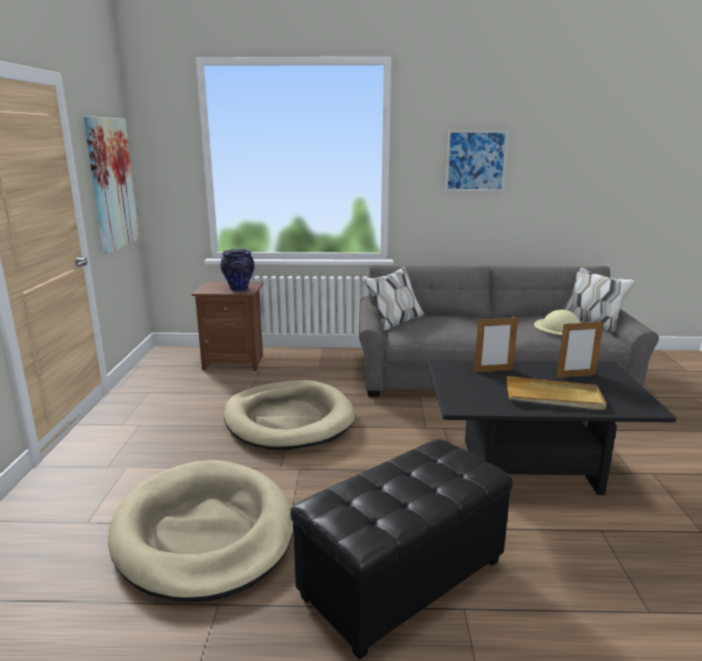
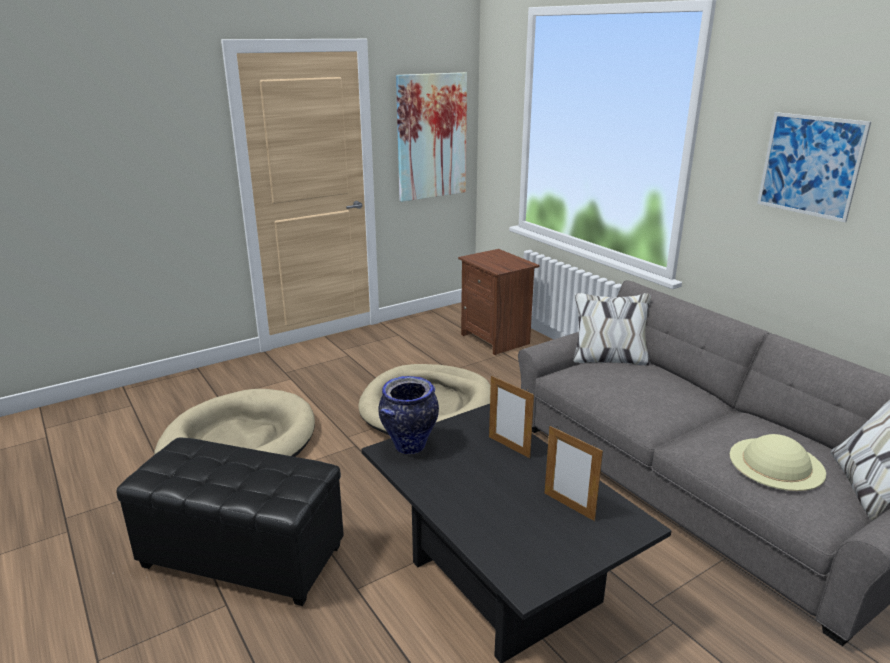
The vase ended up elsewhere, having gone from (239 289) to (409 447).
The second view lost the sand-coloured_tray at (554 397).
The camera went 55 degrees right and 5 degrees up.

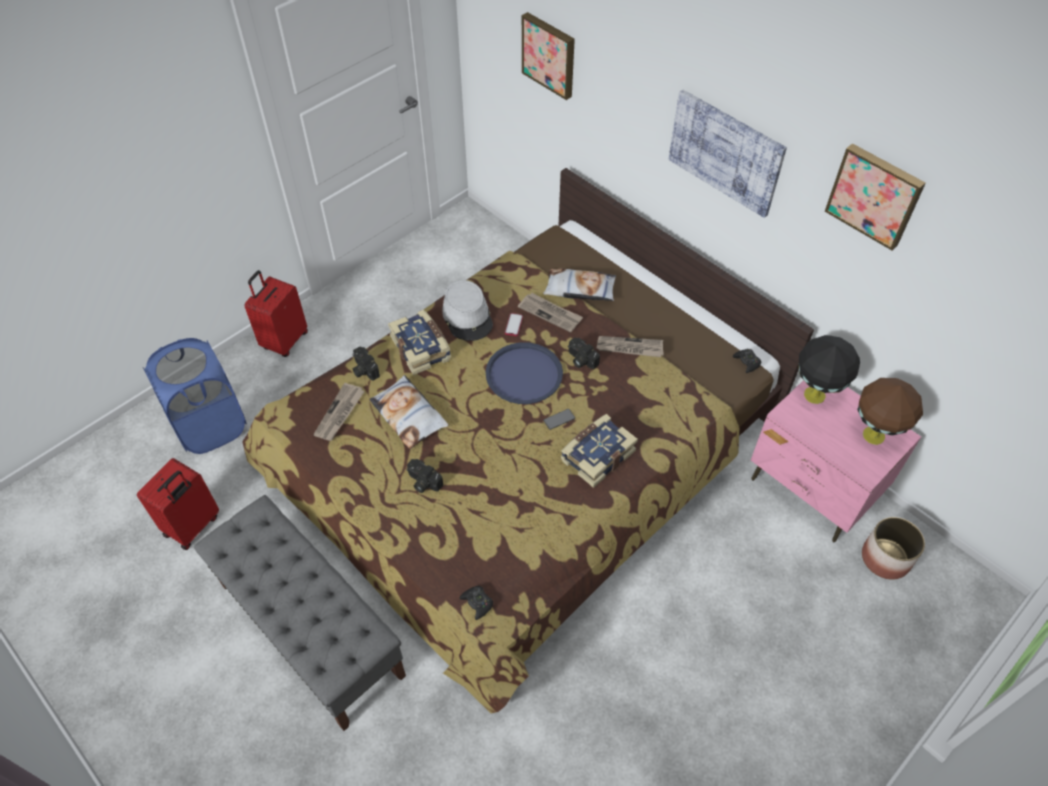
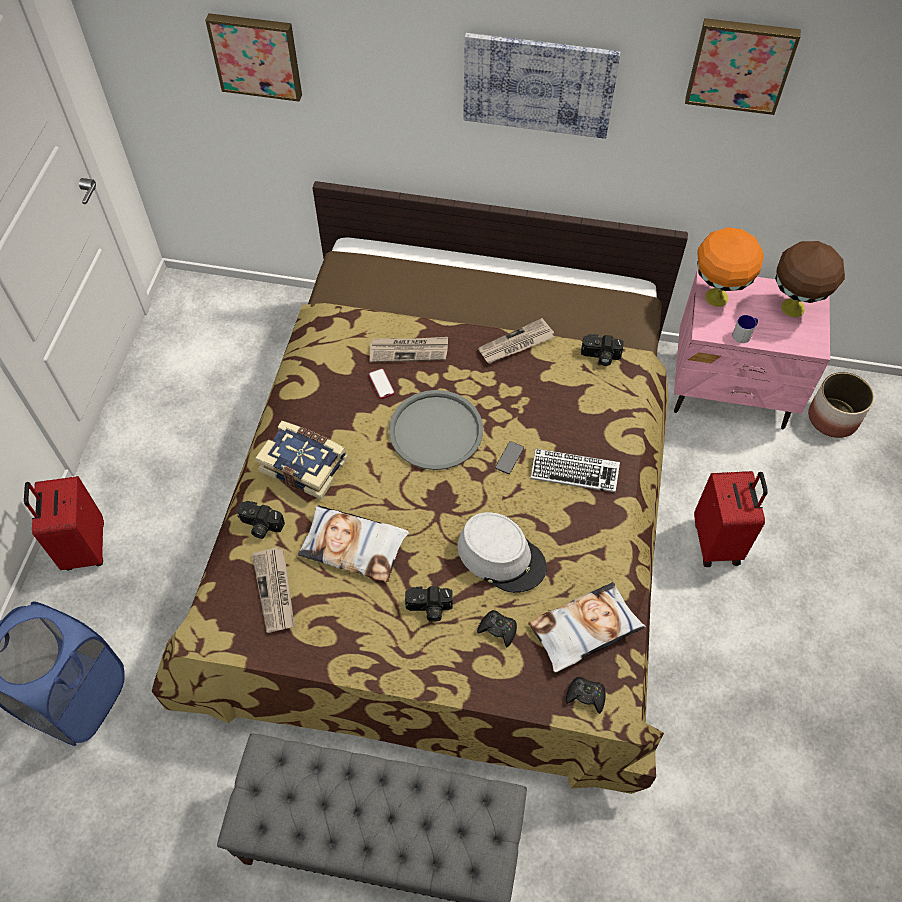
The red-coloured_travel_case ended up elsewhere, having gone from (193 526) to (718 542).
The grey_clothing_hat ended up elsewhere, having gone from (468 317) to (501 556).
What was the bluish_tray at (524 374) turned into the grey_tray at (435 431).
The cushion ended up elsewhere, having gone from (579 289) to (585 630).
Where the book stood at (596 455), the PC_keyboard came to stand at (574 473).
The still_camera ended up elsewhere, having gone from (580 360) to (600 356).
The black_gamepad ended up elsewhere, having gone from (747 362) to (498 629).
What was the black_lamp_for_a_table at (815 394) turned into the orangey_lamp_for_a_table at (716 296).
The second view gained the mug at (744 334).
The camera went 35 degrees left and 5 degrees up.

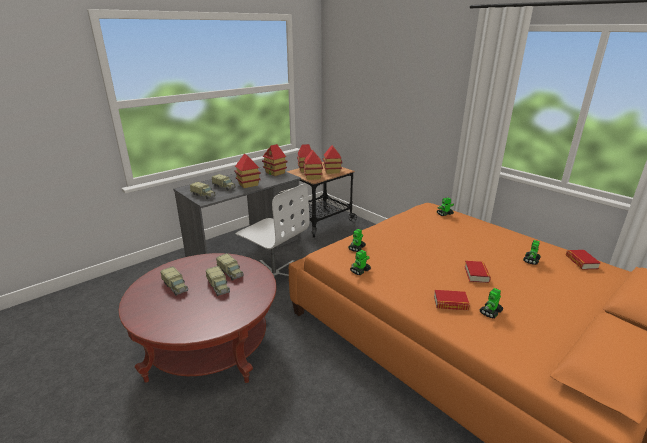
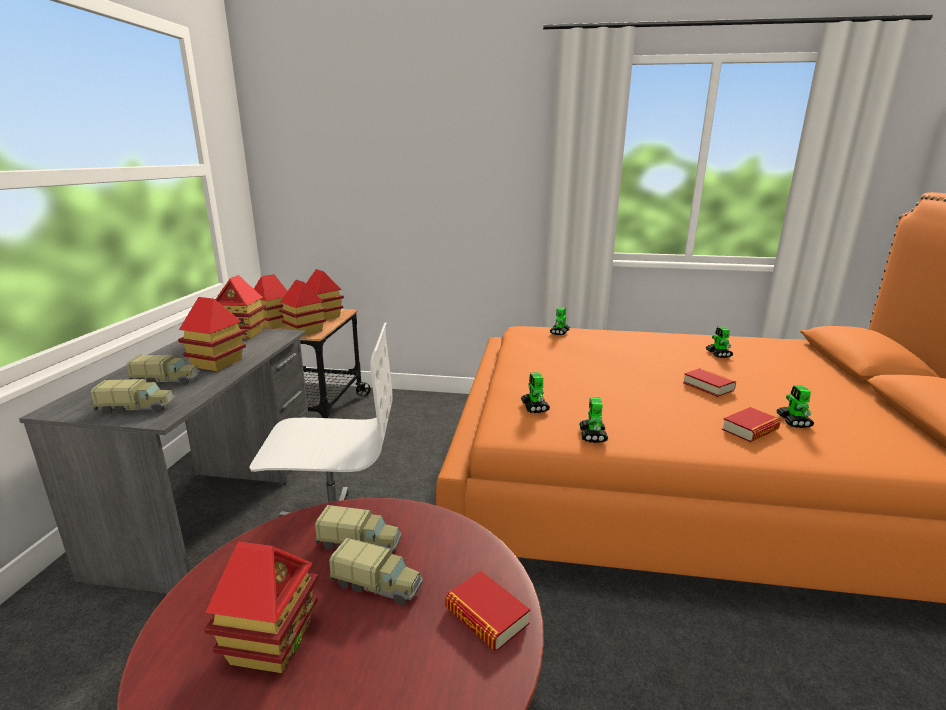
Where the toy_truck stood at (176 287), the toy_house came to stand at (271 642).
The book ended up elsewhere, having gone from (581 262) to (486 616).
The camera went 40 degrees left and 5 degrees down.

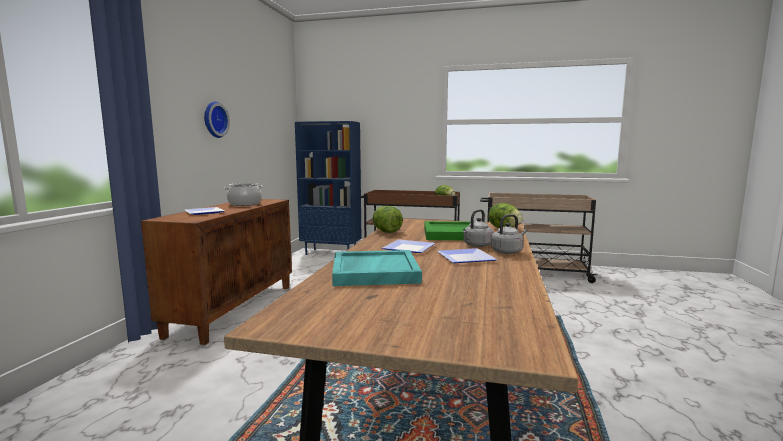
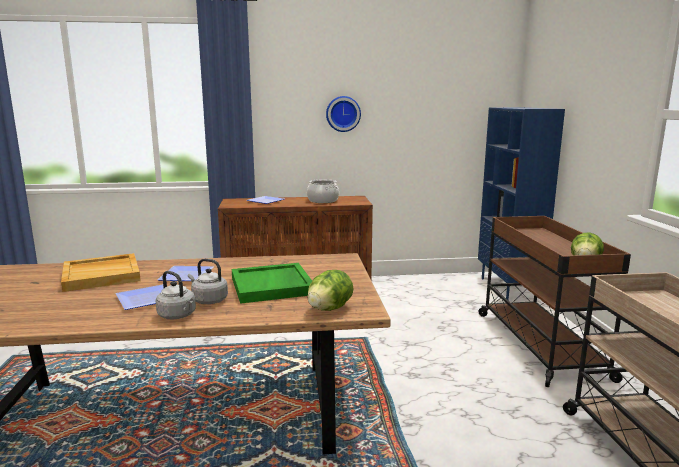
What was the blue-green_tray at (374 271) turned into the sand-coloured_tray at (102 275).
The second view lost the head_of_lettuce at (386 232).
The camera went 70 degrees right and 5 degrees up.

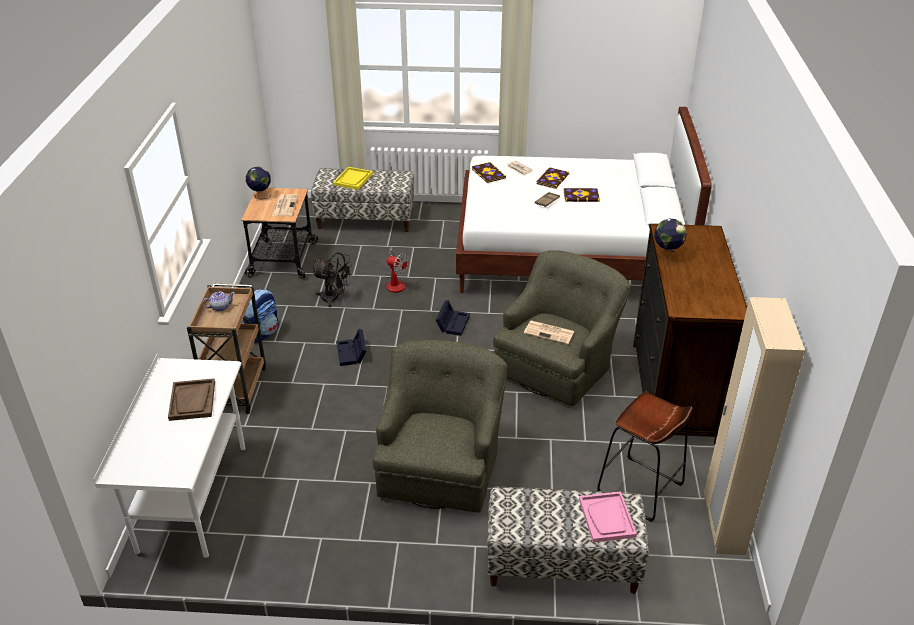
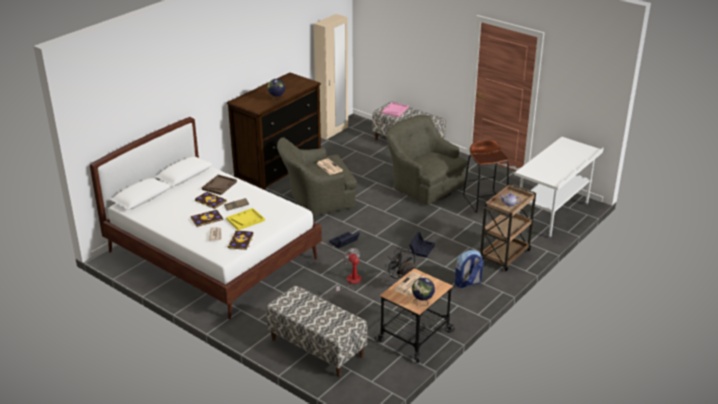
The brown-coloured_tray ended up elsewhere, having gone from (192 401) to (219 185).
The yellowish_tray ended up elsewhere, having gone from (353 179) to (245 220).
The green-coloured_lounge_chair at (440 465) ended up facing another way, 90 degrees clockwise from before.
The brown-coloured_sitting_stool ended up elsewhere, having gone from (640 489) to (485 201).
The camera went 145 degrees left and 5 degrees down.

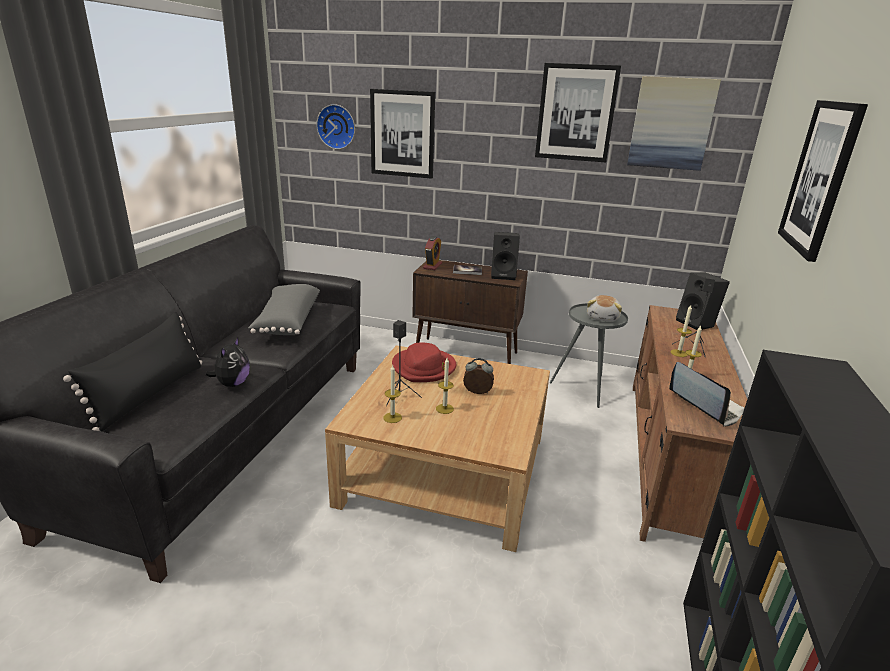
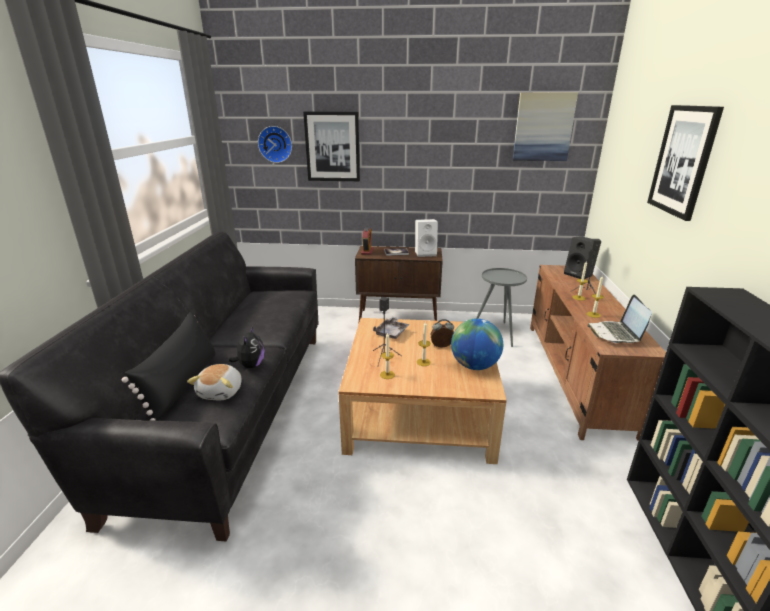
The second view lost the grey_cushion at (287 321).
Where the red-coloured_clothing_hat stood at (424 368), the grey_tray came to stand at (392 332).
What was the black_loudspeaker at (504 275) turned into the white_loudspeaker at (426 253).
The second view lost the wall_art at (576 113).
The plush_toy ended up elsewhere, having gone from (603 317) to (221 392).
The laptop at (704 405) ended up facing another way, 135 degrees counterclockwise from before.
The second view gained the globe at (474 366).
The camera went 10 degrees left and 0 degrees up.

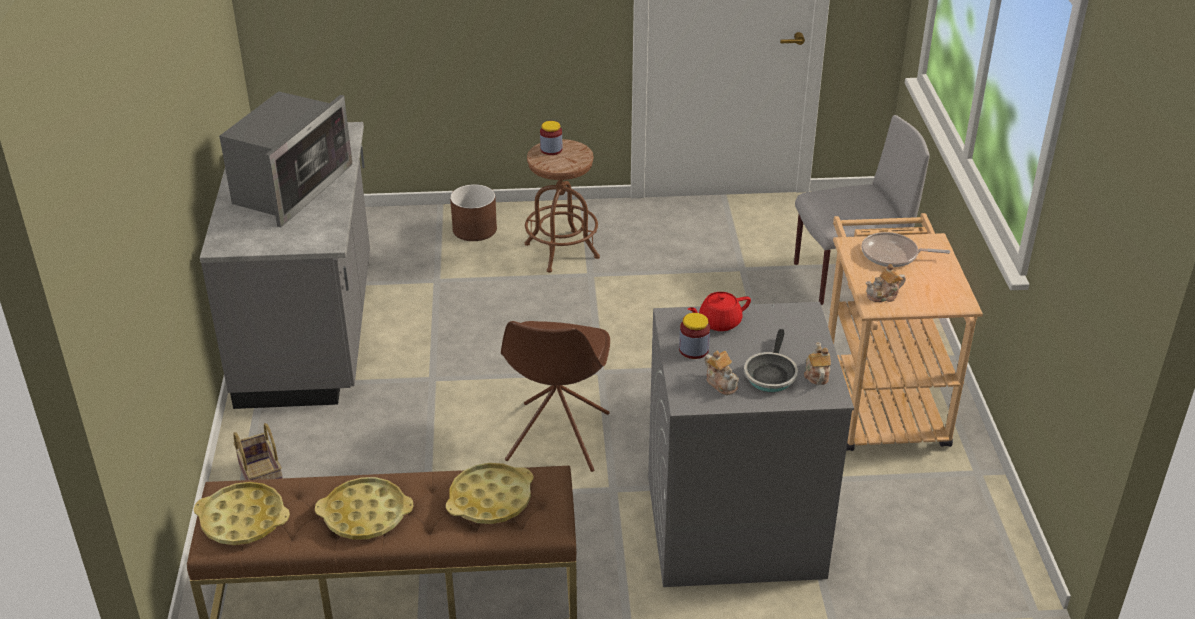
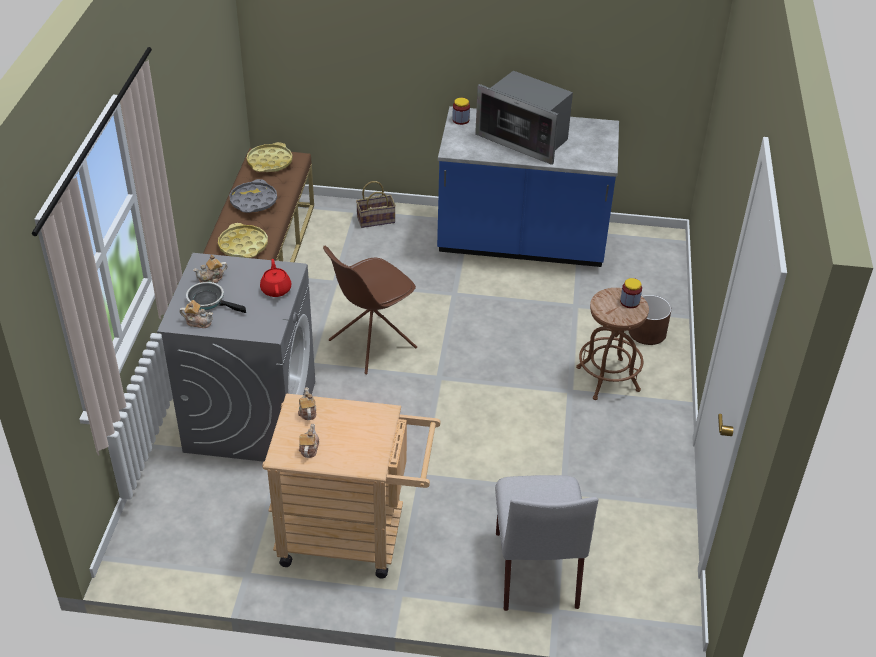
What was the grey_kitchen_counter at (310 332) turned into the bluish_kitchen_counter at (521 243).
What was the yellowish_tray at (365 515) turned into the grey_tray at (253 201).
The brown-coloured_chair at (557 438) ended up facing another way, 60 degrees counterclockwise from before.
The preserve_jar ended up elsewhere, having gone from (694 350) to (460 120).
The second view lost the pan at (893 255).
The second view gained the tea_pot at (309 448).
The camera went 100 degrees right and 5 degrees up.

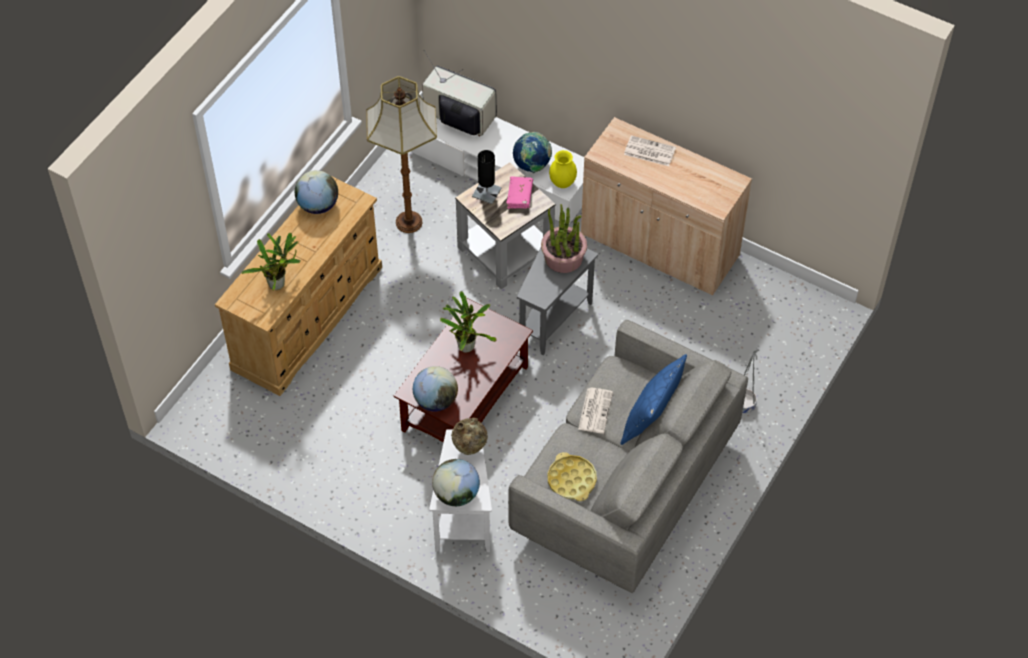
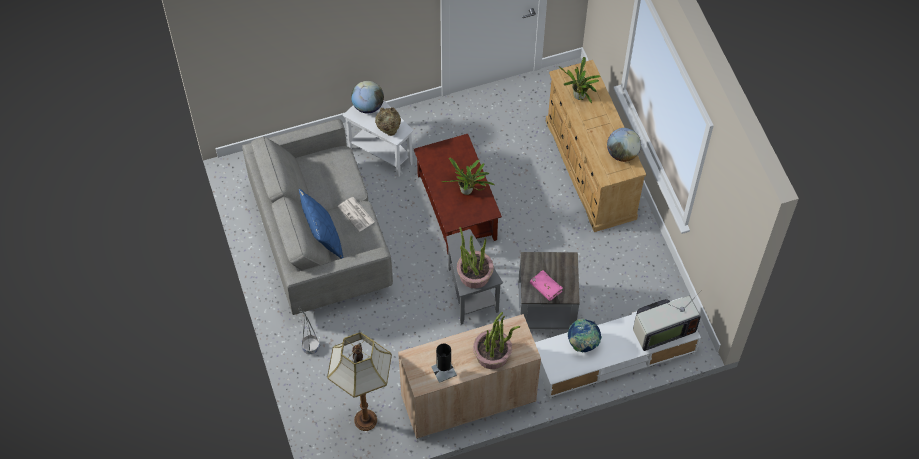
The standing_lamp ended up elsewhere, having gone from (408 221) to (366 420).
The second view lost the globe at (435 400).
The black_lamp_for_a_table ended up elsewhere, having gone from (486 192) to (444 371).
The second view lost the yellowish_tray at (571 480).
The second view lost the yellowish_vase at (562 183).
Where the daily_paper stood at (649 151), the houseplant came to stand at (492 354).
The camera went 130 degrees right and 5 degrees up.

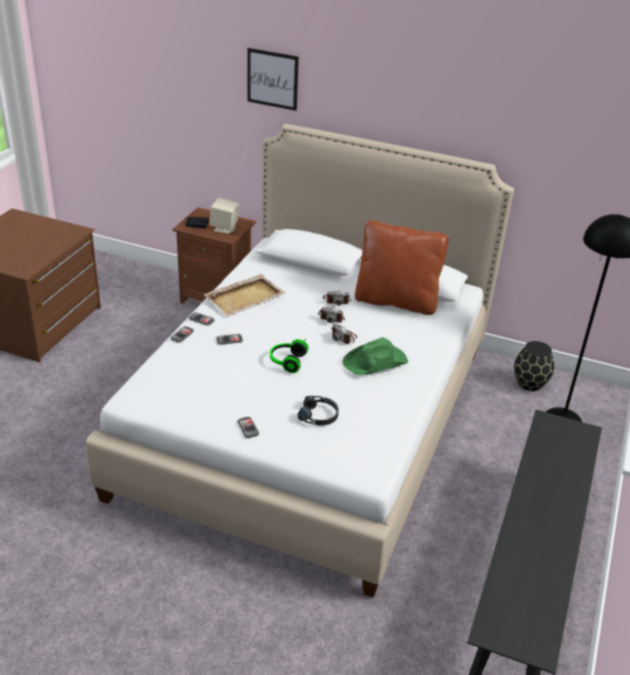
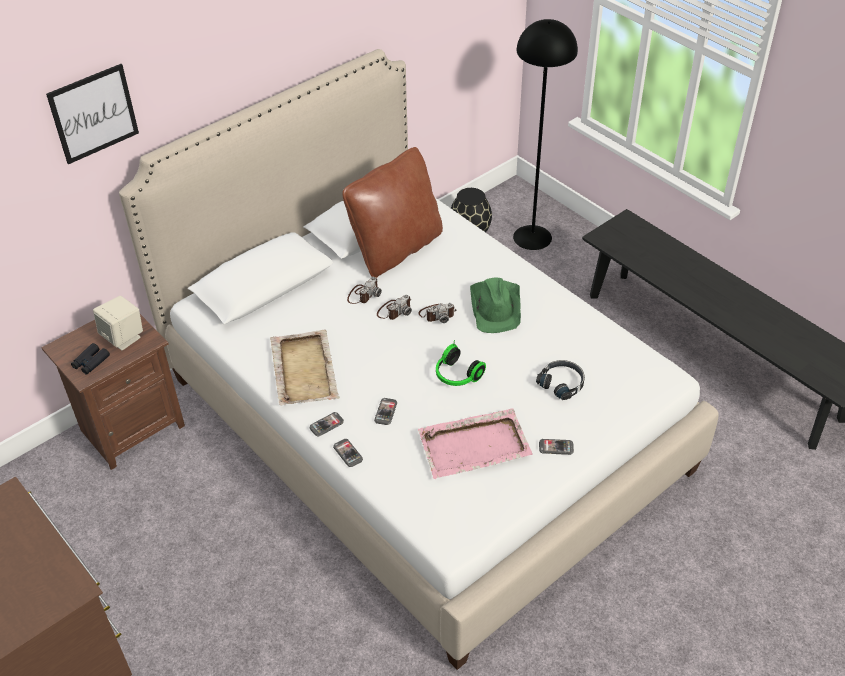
The second view gained the pink_tray at (475 445).
The camera went 60 degrees left and 10 degrees up.

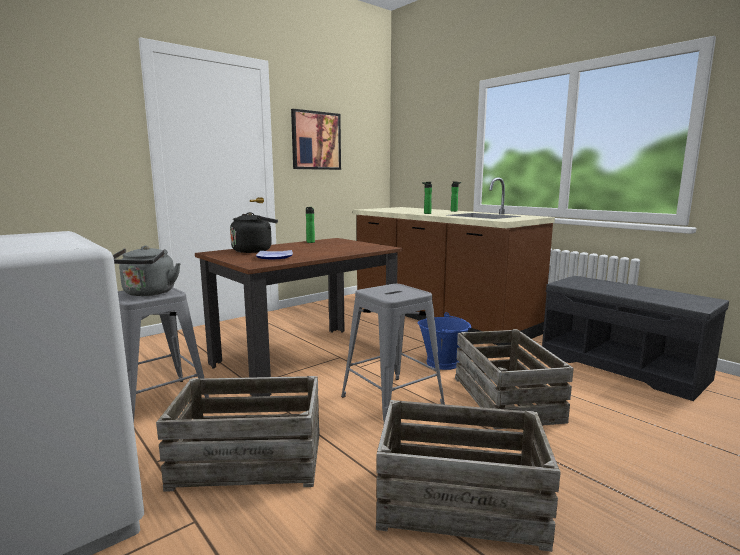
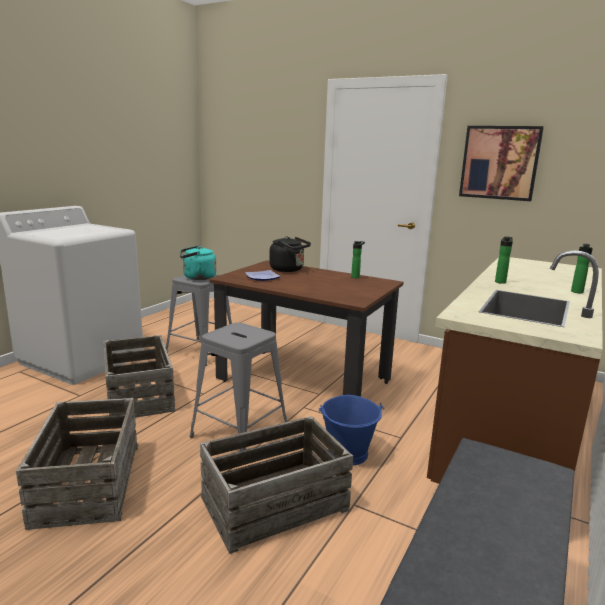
What was the grey_water_kettle at (148 293) turned into the blue-green_water_kettle at (197 277).
The camera went 70 degrees right and 5 degrees up.

